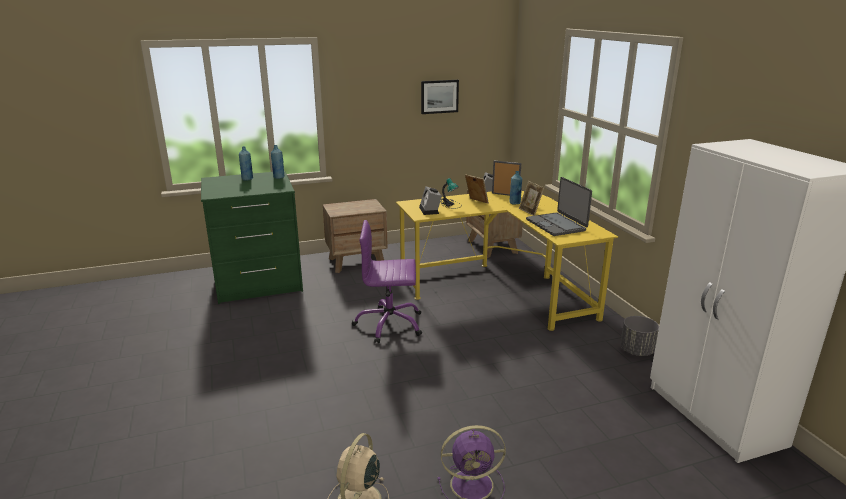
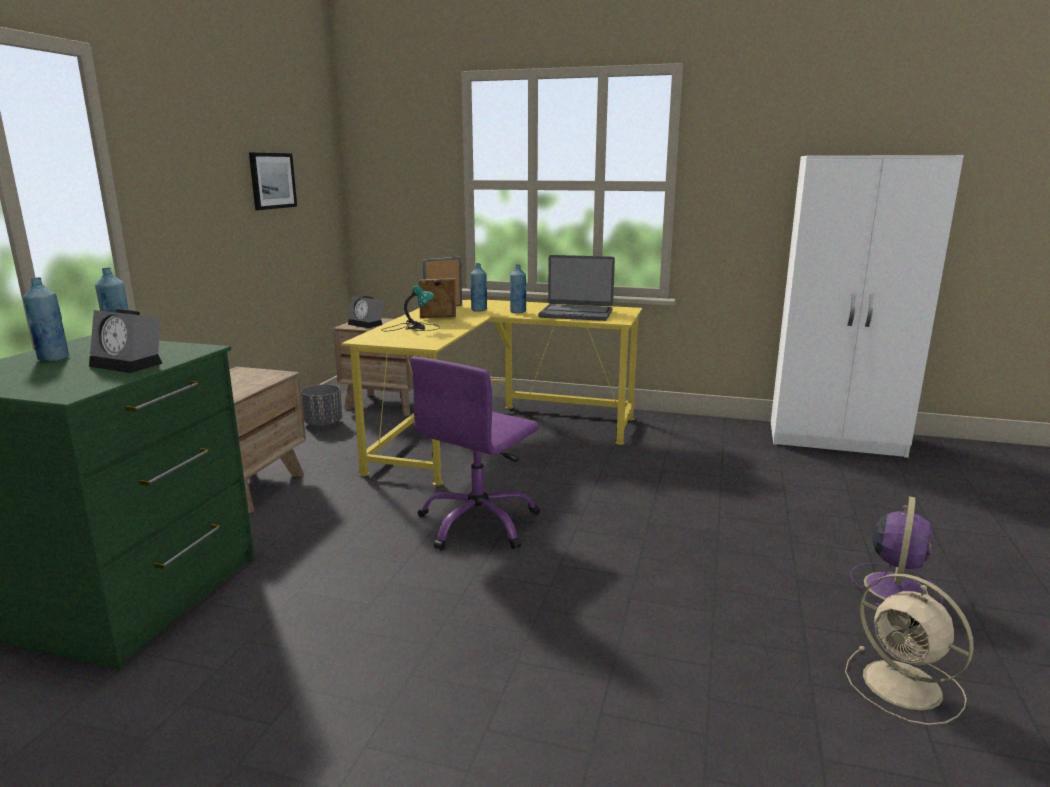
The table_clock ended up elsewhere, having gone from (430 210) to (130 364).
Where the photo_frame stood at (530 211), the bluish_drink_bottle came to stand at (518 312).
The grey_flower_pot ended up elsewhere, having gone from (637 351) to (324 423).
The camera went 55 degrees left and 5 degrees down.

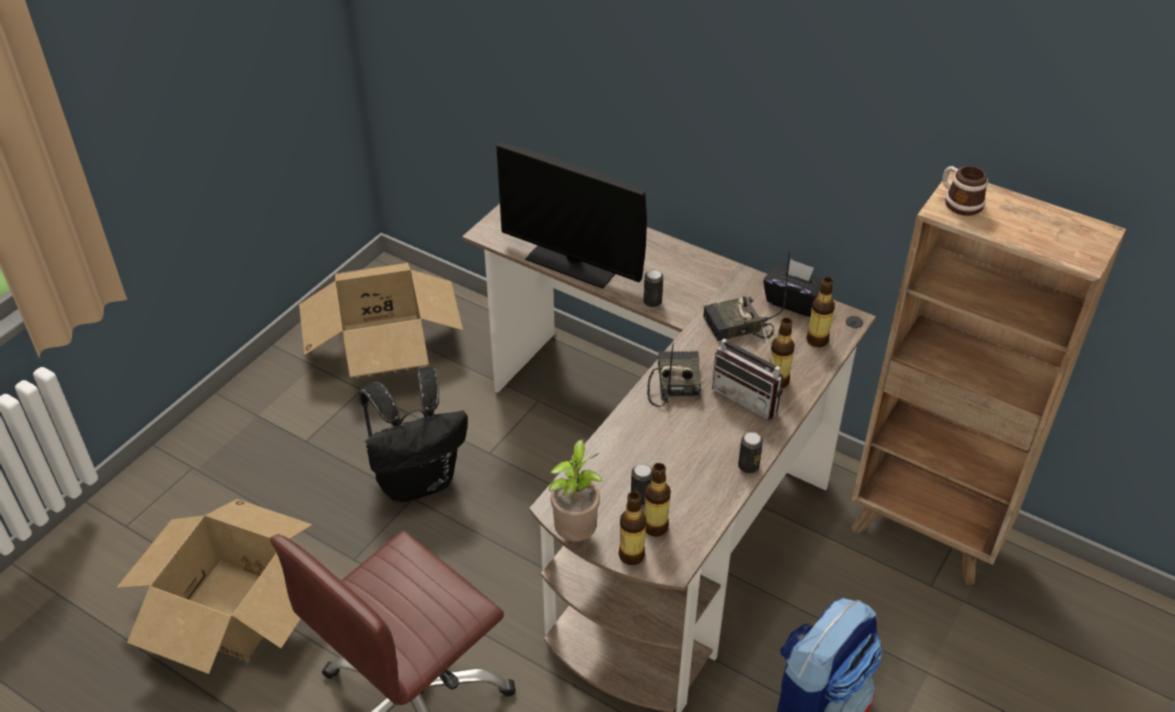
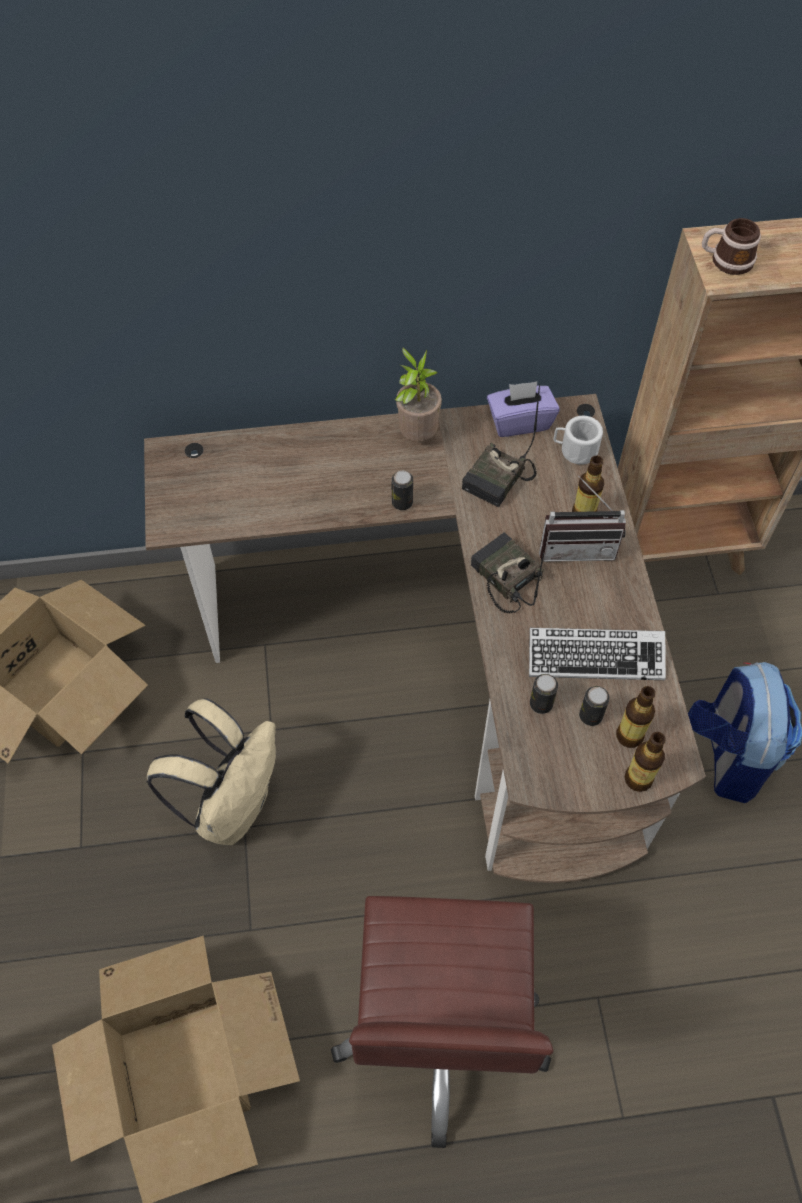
What was the black_knapsack at (418 480) turned into the sand-coloured_knapsack at (232 805).
The second view lost the computer_display at (573 262).
The houseplant ended up elsewhere, having gone from (576 533) to (416 434).
The sealed_can ended up elsewhere, having gone from (748 466) to (541 704).
What was the black_tissue_box at (794 301) turned into the purplish_tissue_box at (519 421).
Where the drink_bottle stood at (817 340), the white_mug came to stand at (575 450).
The second view gained the PC_keyboard at (595 657).
The camera went 40 degrees left and 15 degrees up.

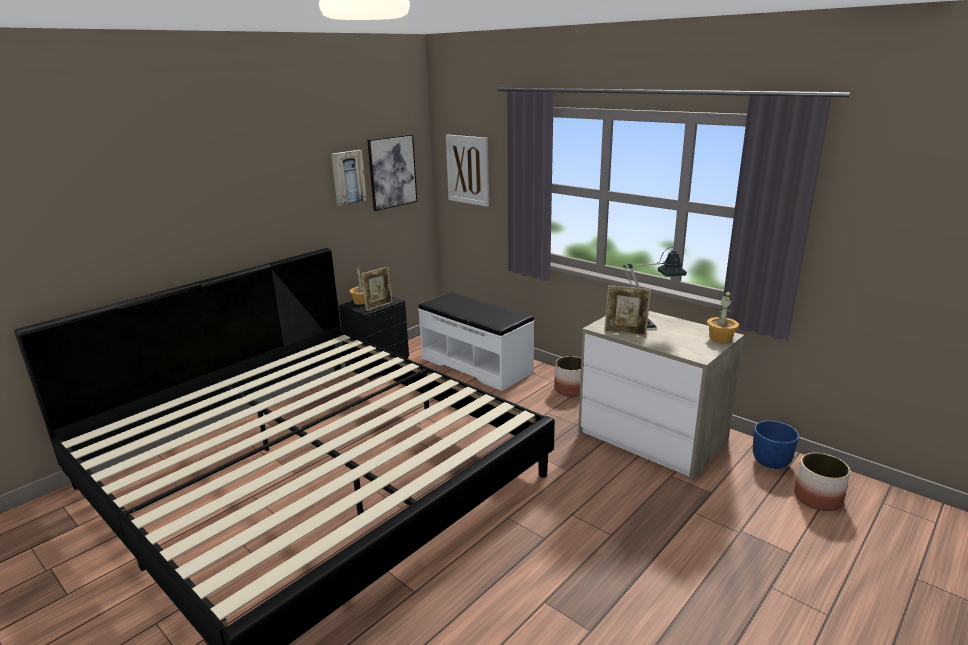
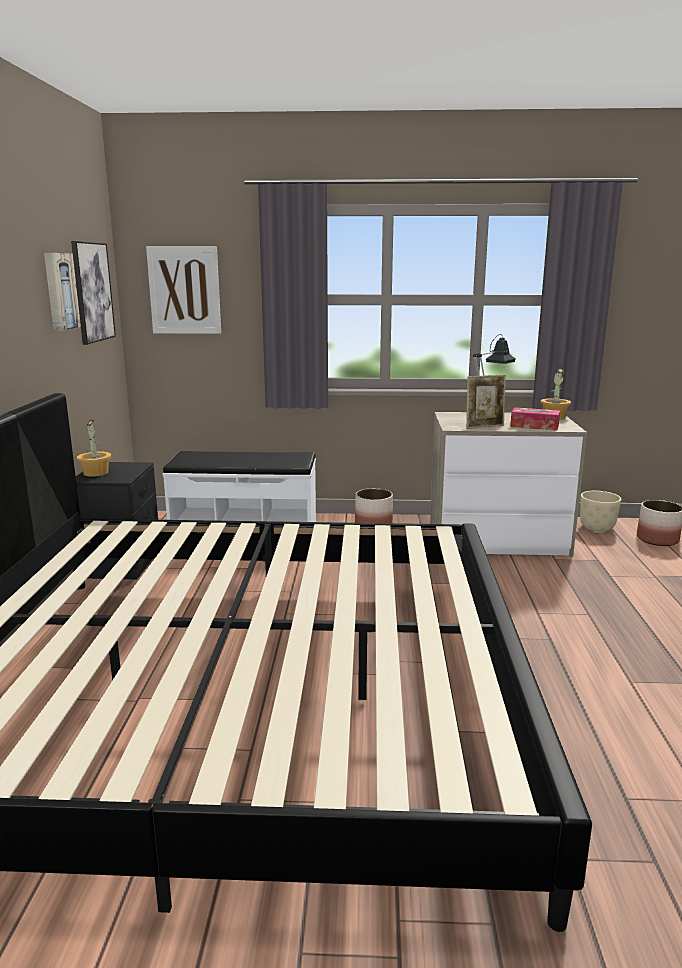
The second view lost the photo_frame at (379 306).
What was the bluish_flower_pot at (771 462) turned into the sand-coloured_flower_pot at (596 528).
The second view gained the tissue_box at (534 426).
The camera went 40 degrees left and 5 degrees down.

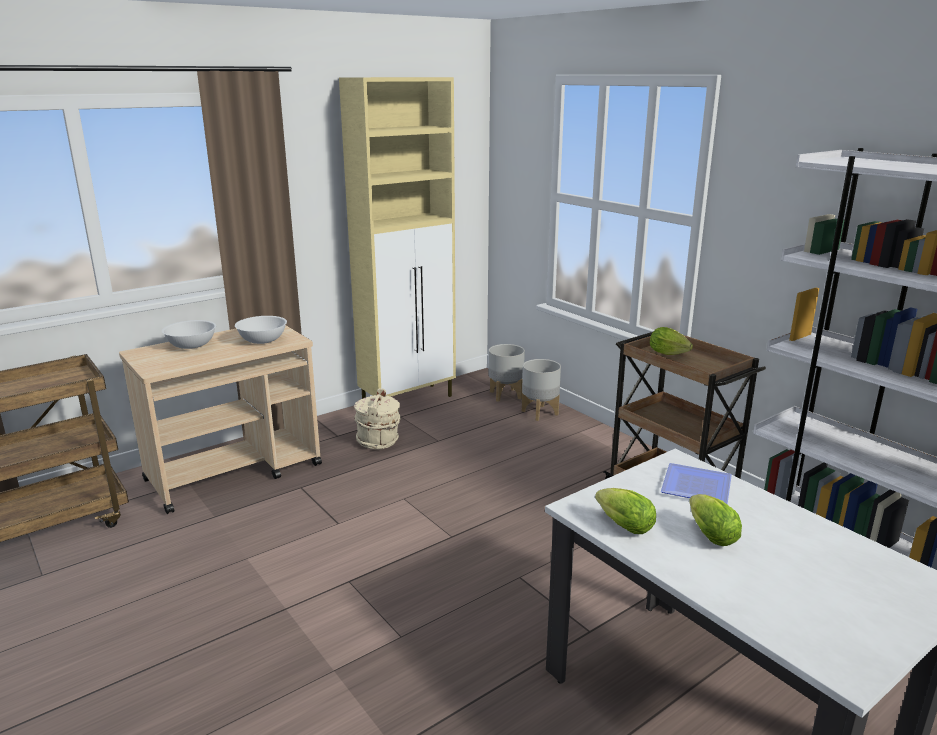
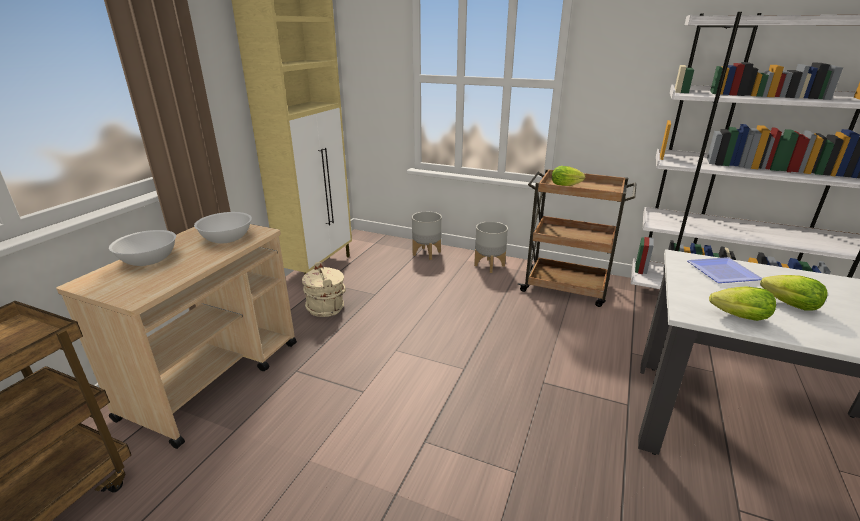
The grey_flower_pot ended up elsewhere, having gone from (506 395) to (489 265).
The camera went 30 degrees left and 5 degrees up.

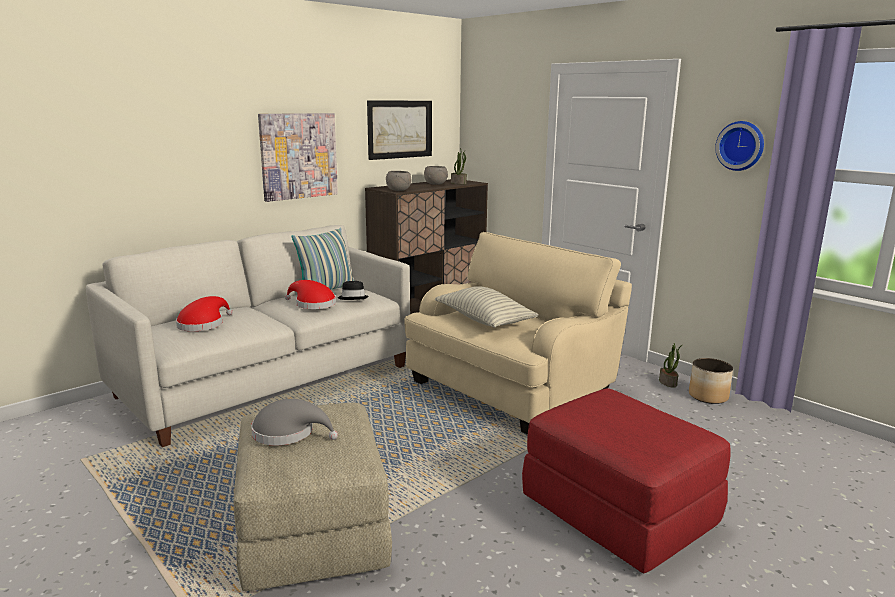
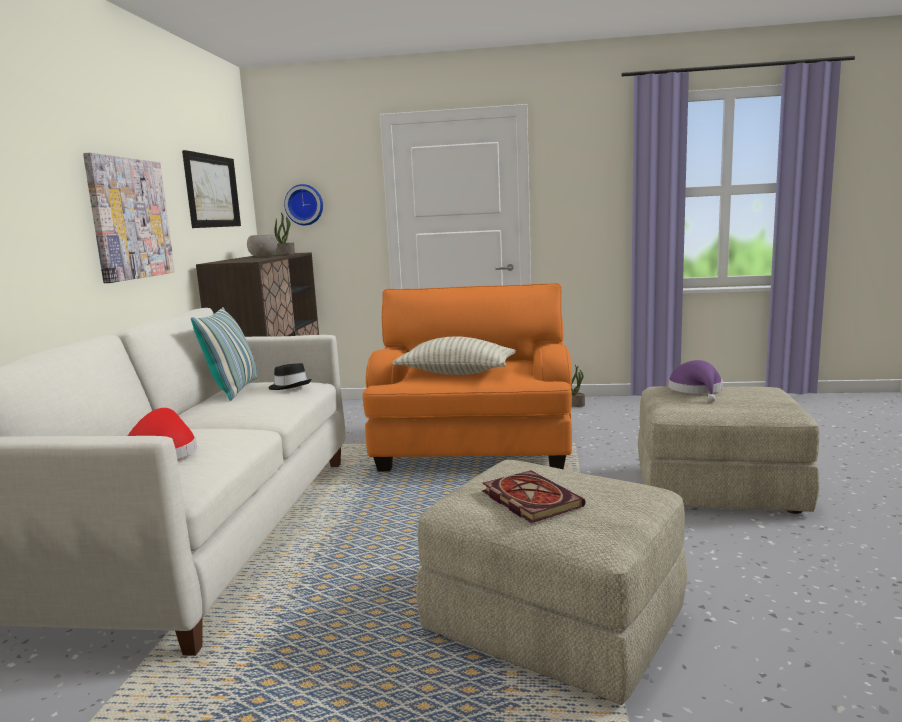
Where the grey_clothing_hat stood at (288 433), the book came to stand at (528 499).
The second view lost the red-coloured_clothing_hat at (312 304).
The second view lost the grey_bowl at (398 190).
What was the sand-coloured_lounge_chair at (511 387) turned into the orangey_lounge_chair at (474 445).
What was the red-coloured_pouffe at (620 512) turned into the sand-coloured_pouffe at (719 488).
The second view lost the flower_pot at (708 396).
The clock_on_the_wall ended up elsewhere, having gone from (741 146) to (304 205).
The second view gained the purplish_clothing_hat at (696 390).
The camera went 40 degrees left and 5 degrees down.

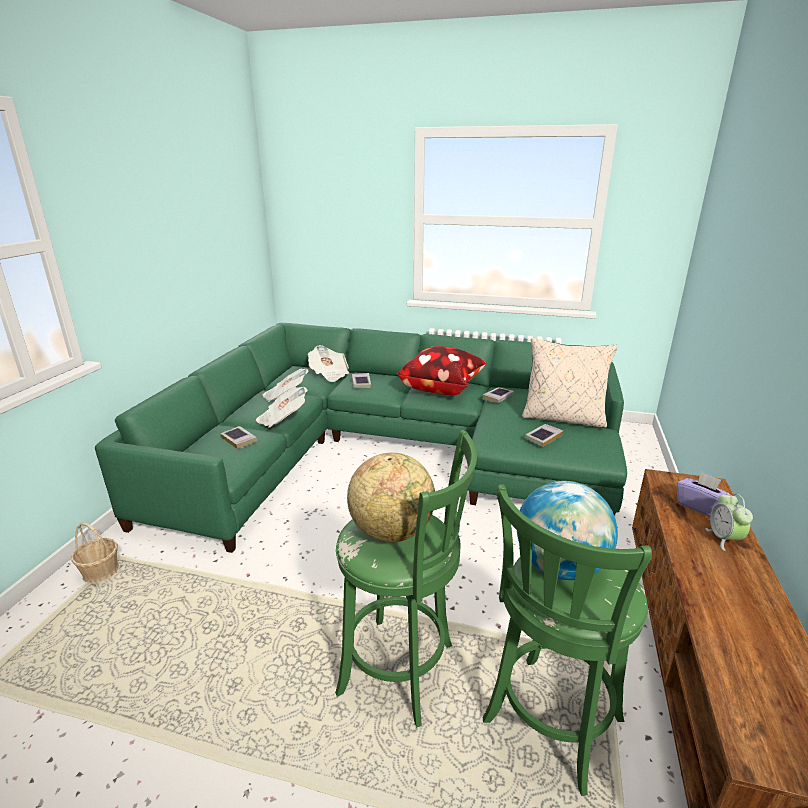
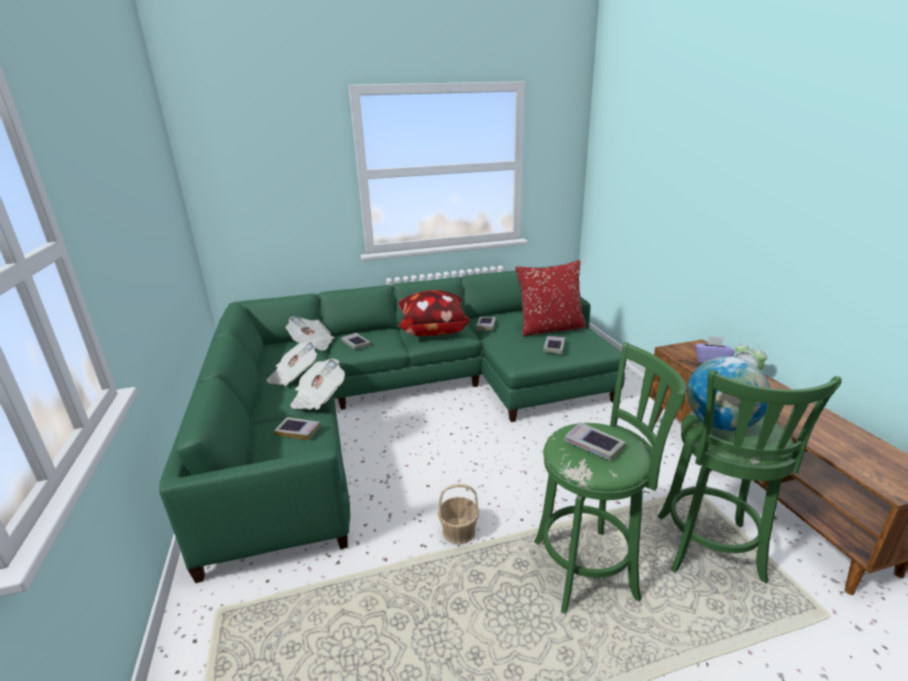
The basket ended up elsewhere, having gone from (101 571) to (458 531).
Where the globe stood at (392 531), the book came to stand at (593 445).
What was the sand-coloured_cushion at (563 418) turned into the red-coloured_cushion at (550 329).
The camera went 30 degrees left and 0 degrees up.

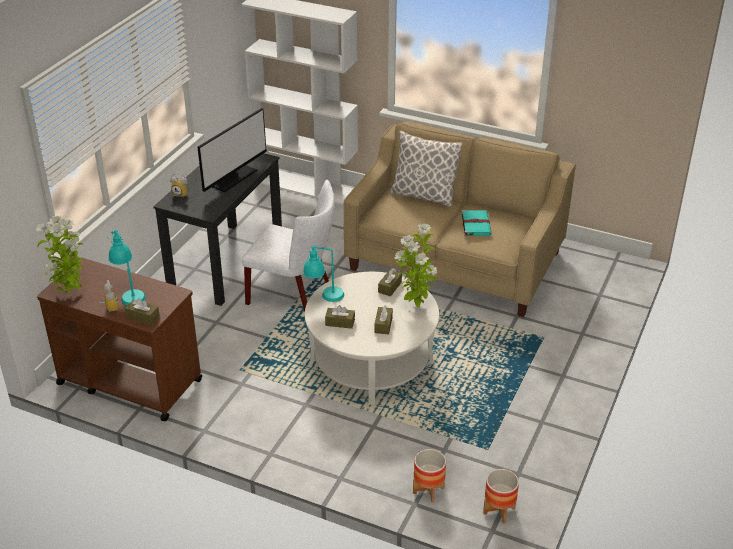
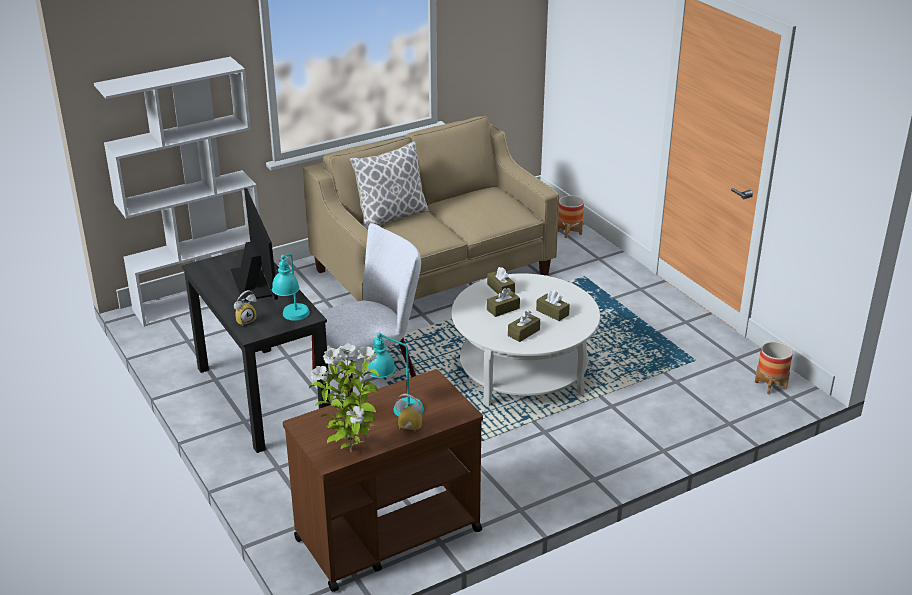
The brown-coloured_tissue_box ended up elsewhere, having gone from (143 317) to (503 309).
The blue-green_lamp_for_a_table ended up elsewhere, having gone from (324 297) to (293 319).
The second view lost the houseplant at (415 305).
The flower_pot ended up elsewhere, having gone from (428 490) to (569 232).
The second view lost the blue-green_book at (475 224).
The camera went 55 degrees left and 5 degrees down.

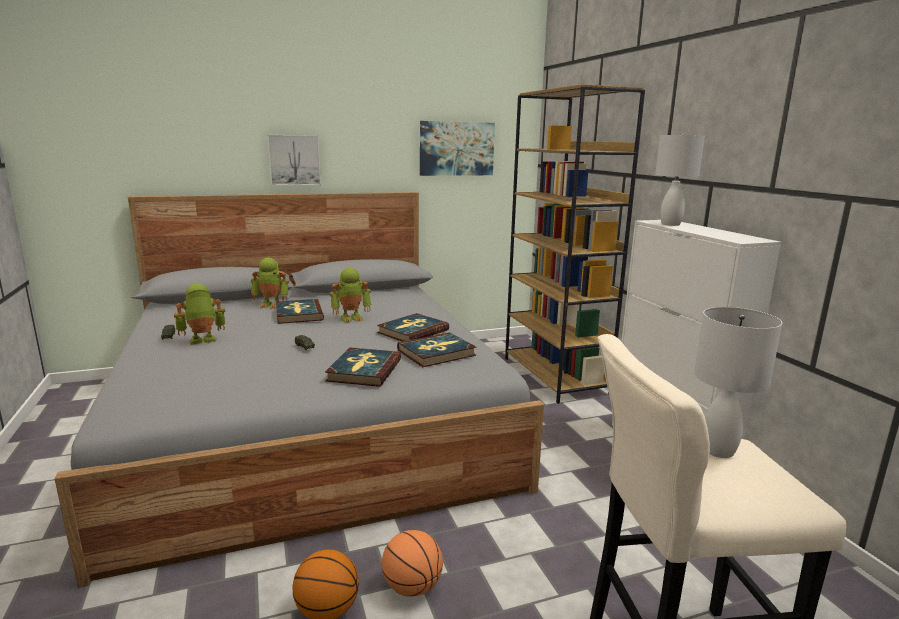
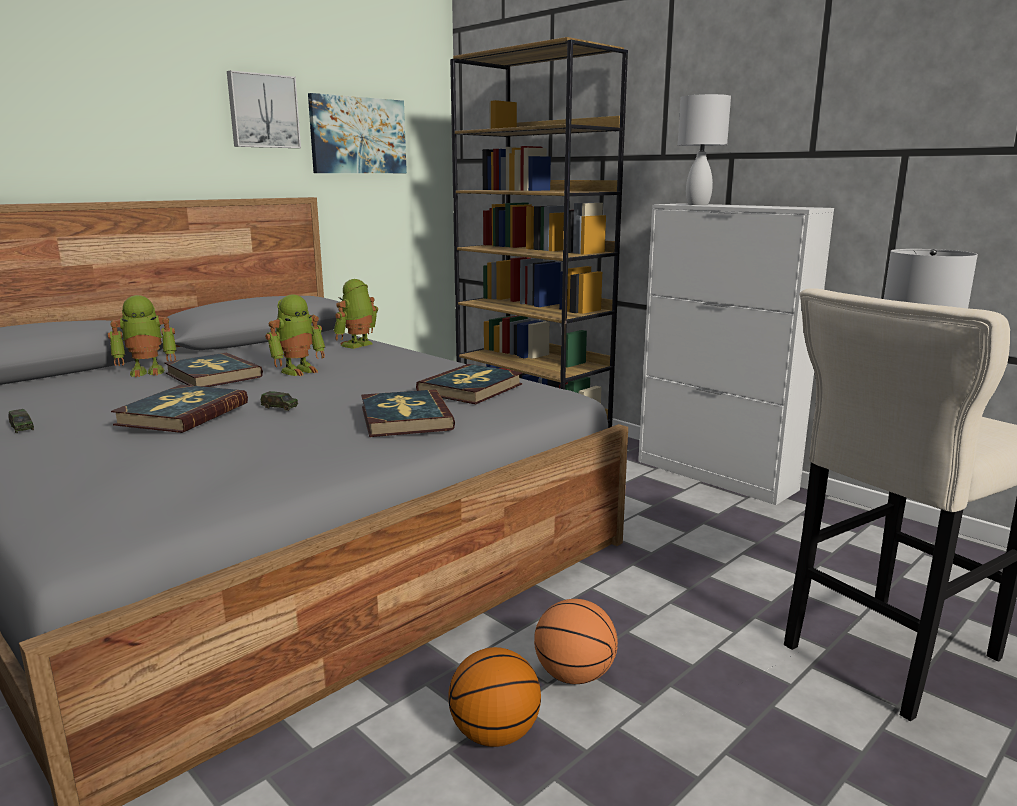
The toy_robot ended up elsewhere, having gone from (202 341) to (358 345).
The wall_art ended up elsewhere, having gone from (294 160) to (263 111).
The book ended up elsewhere, having gone from (413 331) to (182 414).
The camera went 25 degrees left and 0 degrees up.

